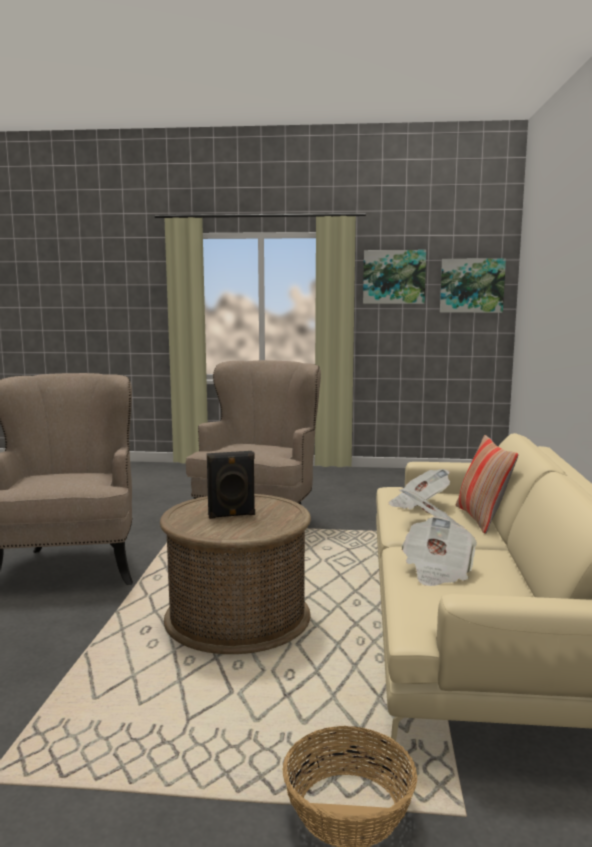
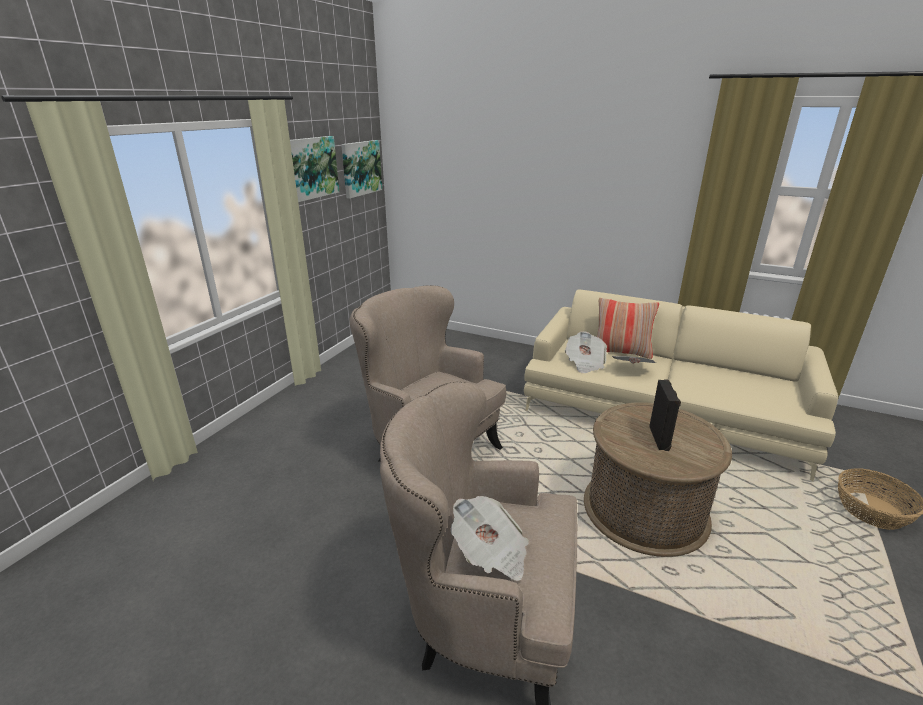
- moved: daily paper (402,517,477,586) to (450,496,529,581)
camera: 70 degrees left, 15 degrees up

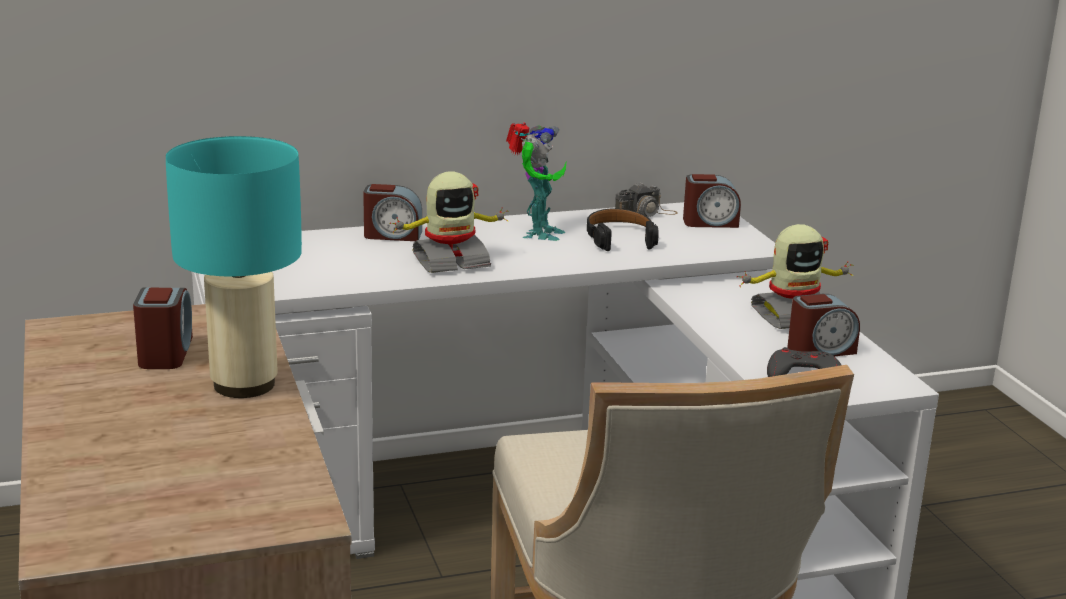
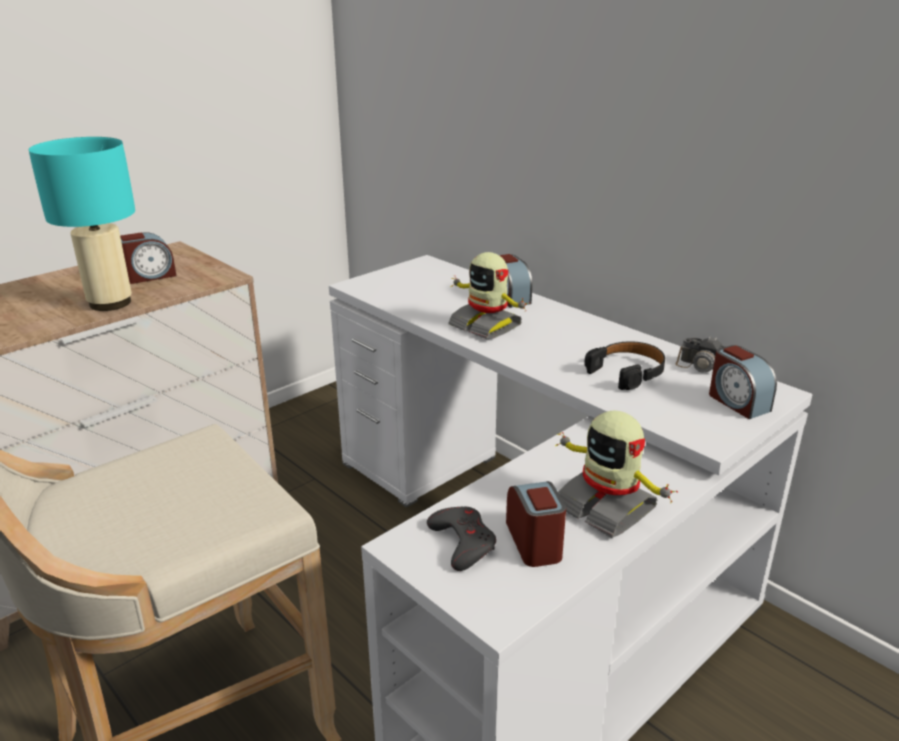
- removed: toy robot (506,122,566,241)
- turned: table clock (787,294,860,356) = (506,481,566,567) 150 degrees counterclockwise
camera: 65 degrees right, 5 degrees up

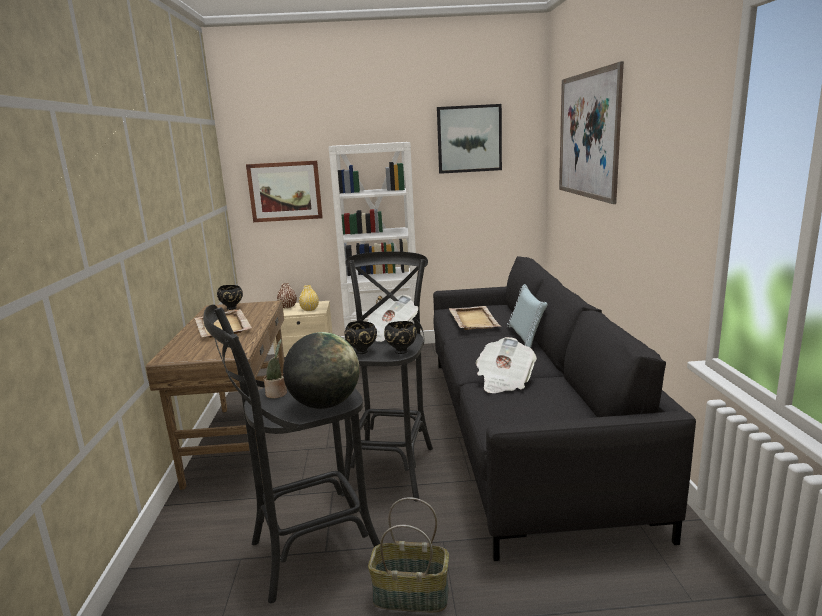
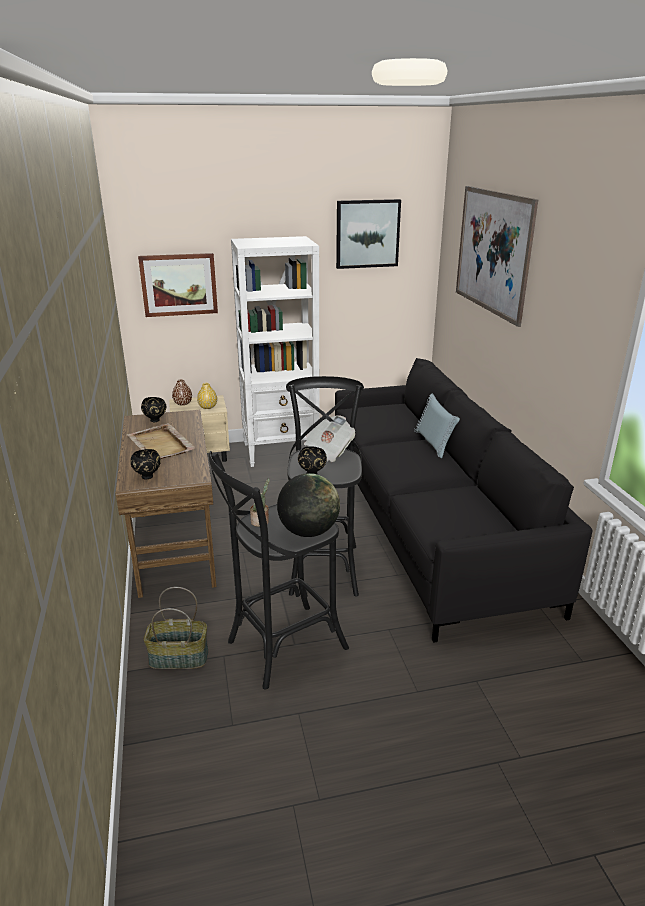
- removed: serving tray in beige (449,306,501,330)
- removed: daily paper (476,337,537,393)
- moved: basket (368,497,449,612) to (143,587,208,669)
- moved: serving bowl in black-coloured (384,321,417,354) to (130,449,161,479)
camera: 10 degrees left, 10 degrees up

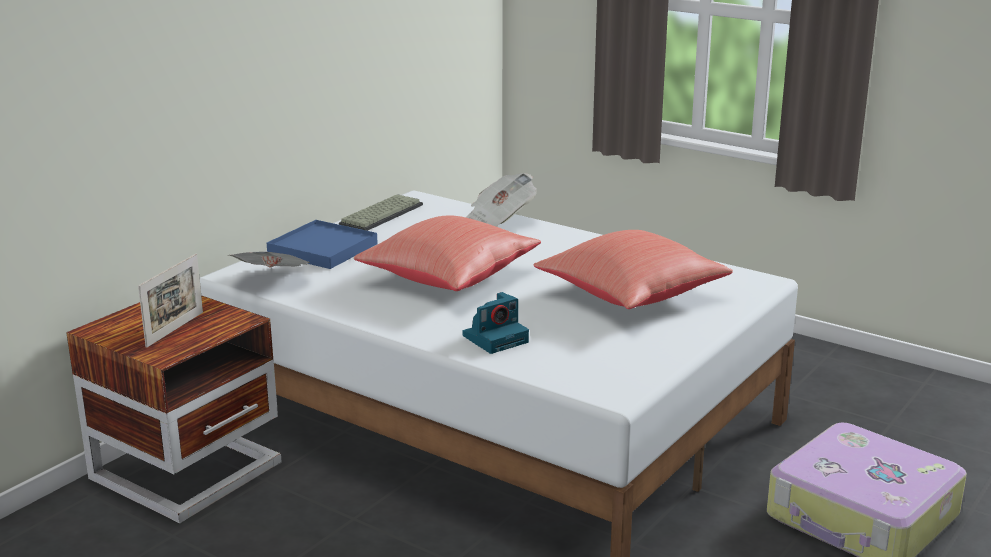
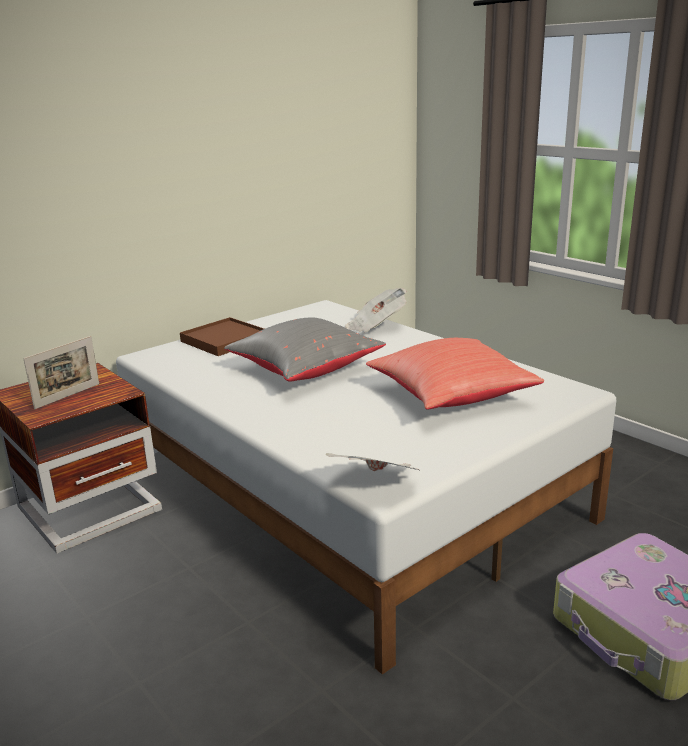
- removed: PC keyboard (339,194,423,231)
- removed: still camera (463,292,529,354)
- moved: daily paper (229,252,310,268) to (326,453,421,471)
- recoloured: serving tray in bluish (267,220,378,269) to serving tray in brown-coloured (180,317,264,356)
- recoloured: throw pillow in red-coloured (354,215,541,291) to throw pillow in gray (224,317,386,381)
camera: 15 degrees right, 0 degrees up

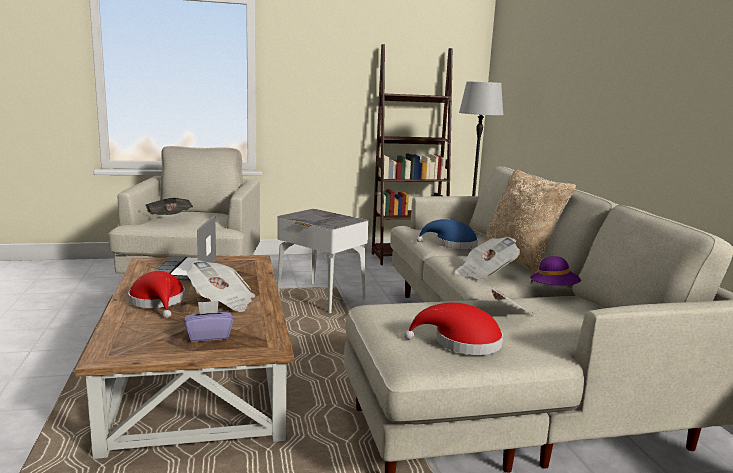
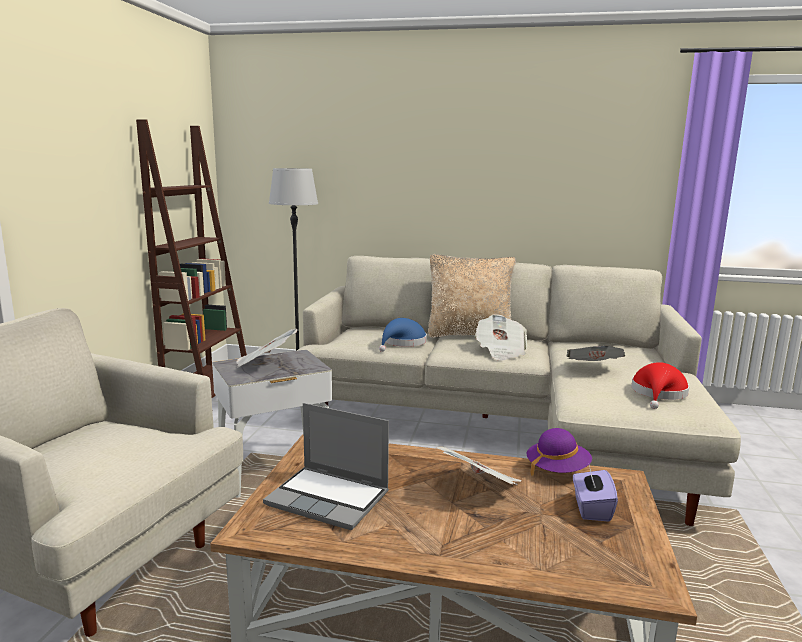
- removed: wearable hat in red-coloured (128,271,185,318)
- moved: daily paper (145,198,193,215) to (236,329,297,368)
- moved: wearable hat in purplish (530,256,581,286) to (526,428,592,477)
camera: 65 degrees left, 0 degrees up

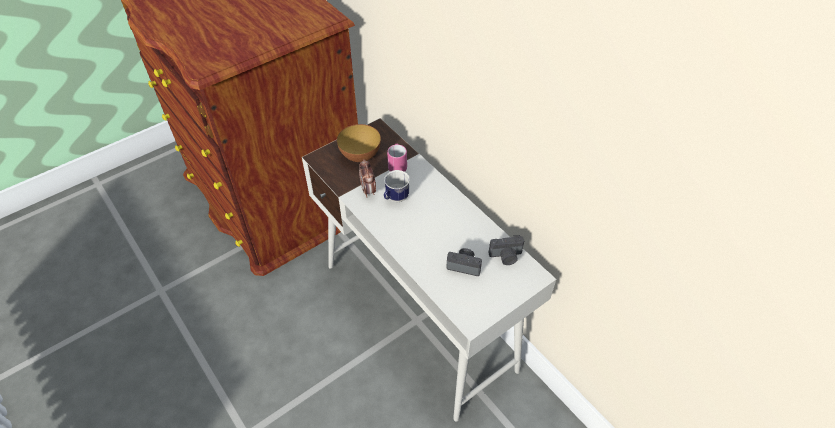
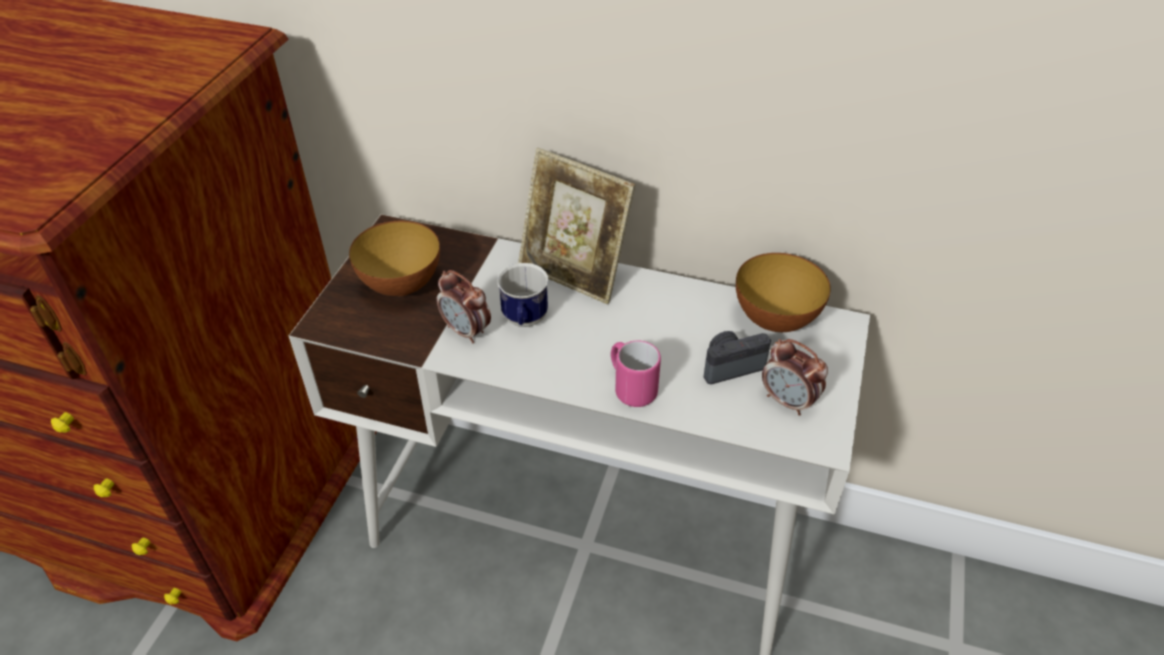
- added: photo frame (518,148,635,304)
- added: table clock (762,339,828,416)
- moved: mug in pinkish (387,144,407,172) to (611,341,661,407)
- replaced: still camera (489,235,524,265) to serving bowl (736,253,831,332)
camera: 35 degrees left, 5 degrees down

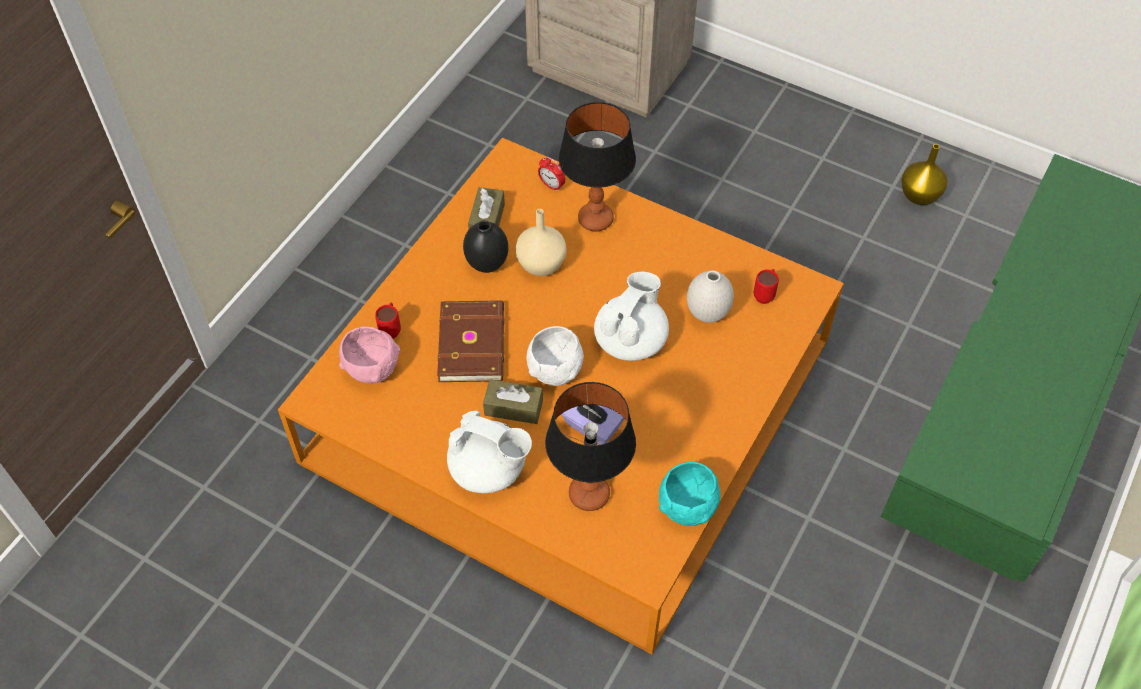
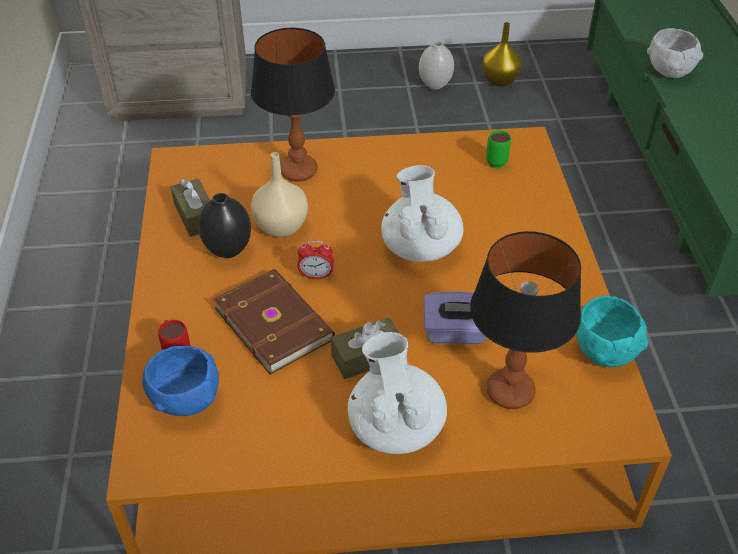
- moved: serving bowl in white (527,326,584,386) to (647,28,703,78)
- moved: table clock (538,157,565,192) to (297,241,334,279)
- moved: flower vase in white (687,270,734,323) to (419,41,454,90)
- recoloured: serving bowl in pinkish (339,326,400,384) to serving bowl in bluish (142,346,219,416)
- recoloured: mug in red-coloured (754,269,779,304) to mug in green-coloured (486,130,511,169)
- turned: tea pot in white (447,411,532,493) = (348,332,447,454) 90 degrees counterclockwise
camera: 35 degrees left, 10 degrees down

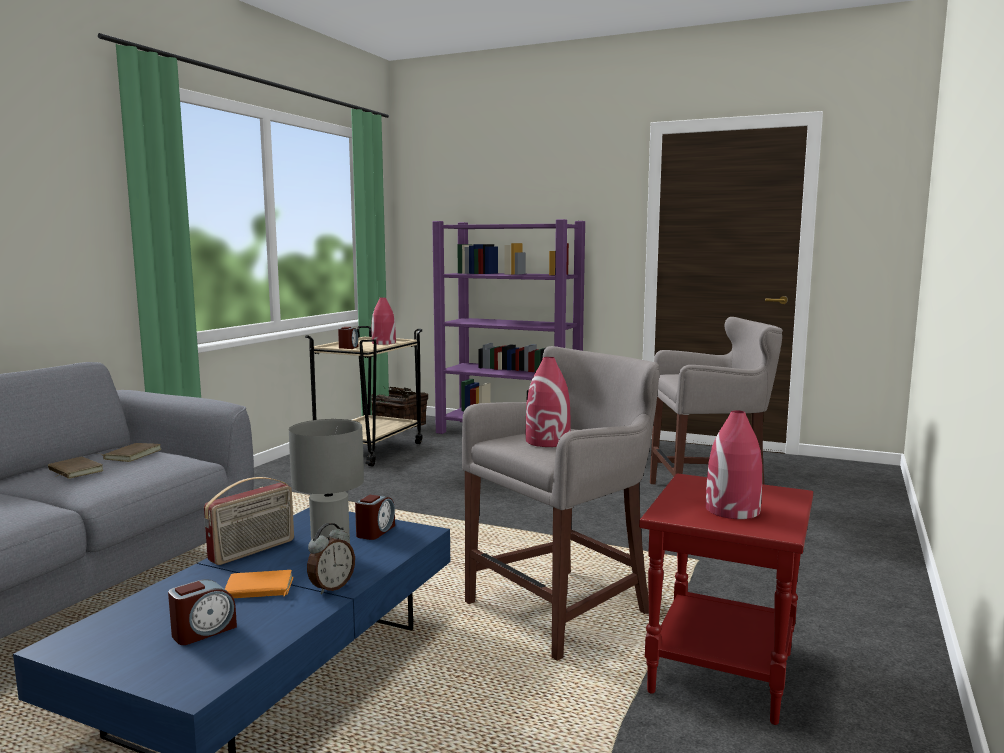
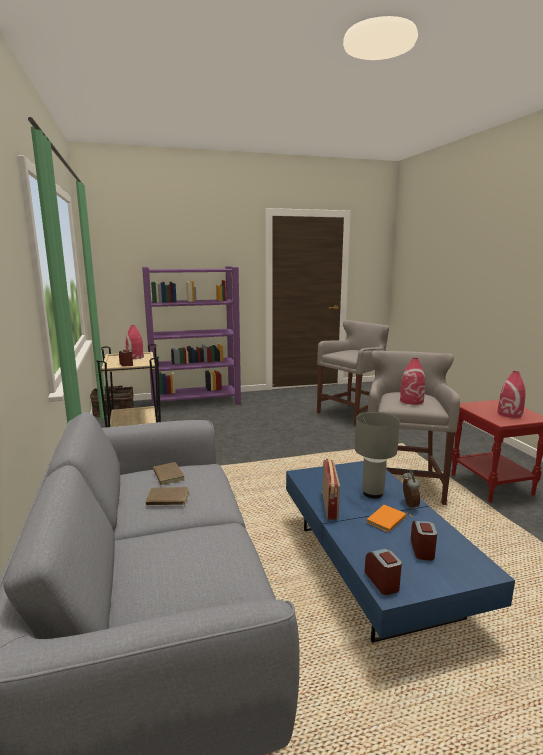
- moved: table clock (355,494,395,540) to (365,548,402,595)
camera: 40 degrees left, 5 degrees up

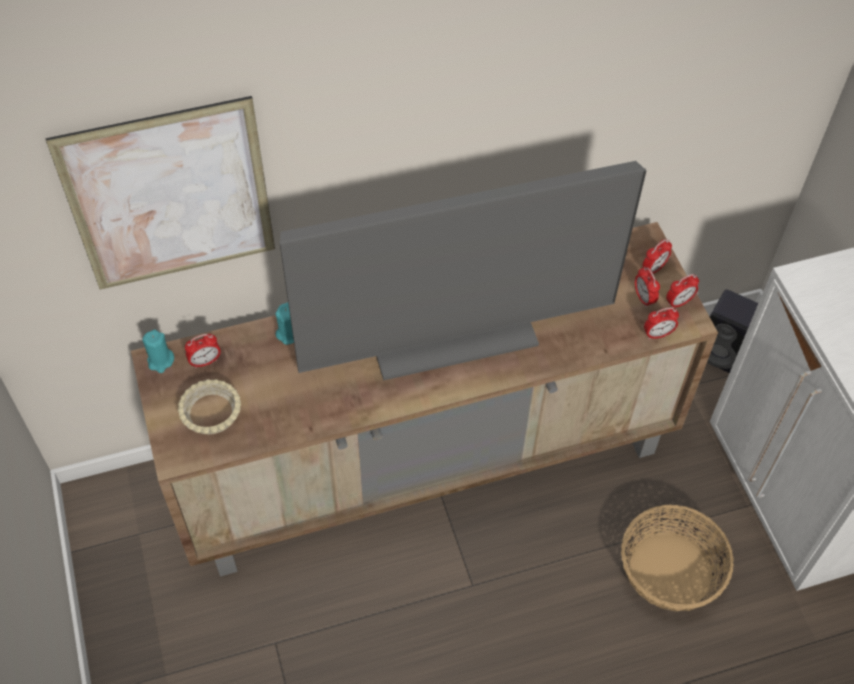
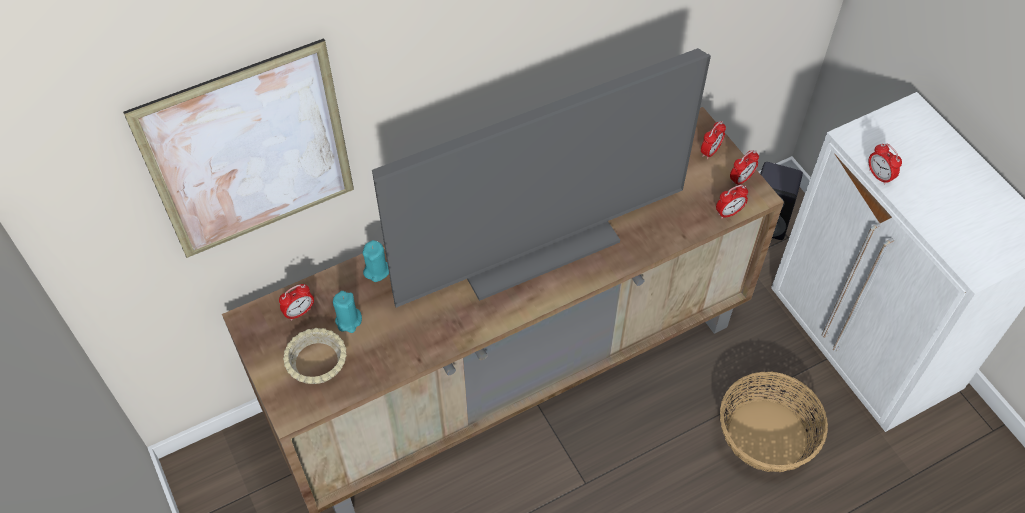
- moved: wax candle in turquoise (142,330,174,373) to (333,291,362,333)
- moved: table clock (635,266,660,307) to (868,143,902,185)
camera: 10 degrees left, 0 degrees up

